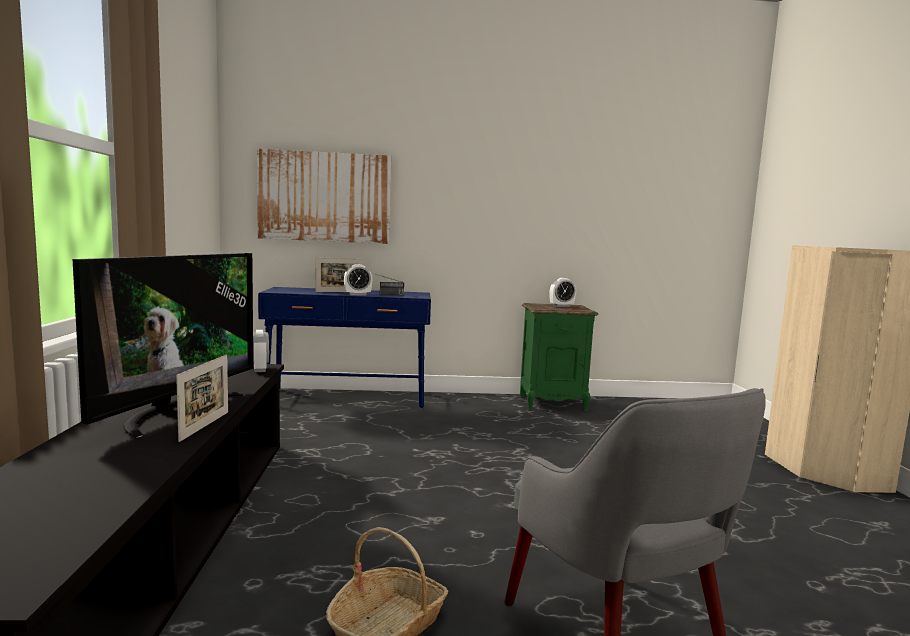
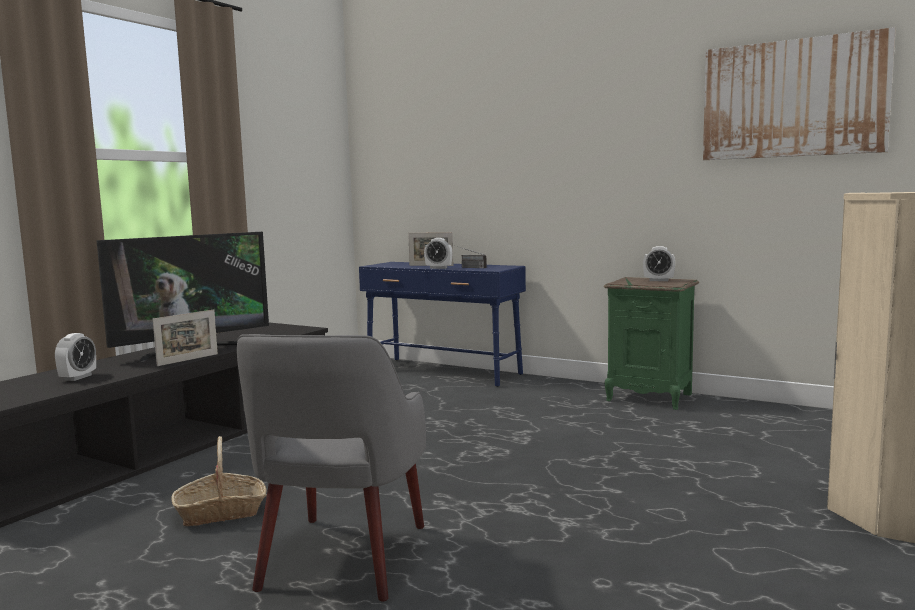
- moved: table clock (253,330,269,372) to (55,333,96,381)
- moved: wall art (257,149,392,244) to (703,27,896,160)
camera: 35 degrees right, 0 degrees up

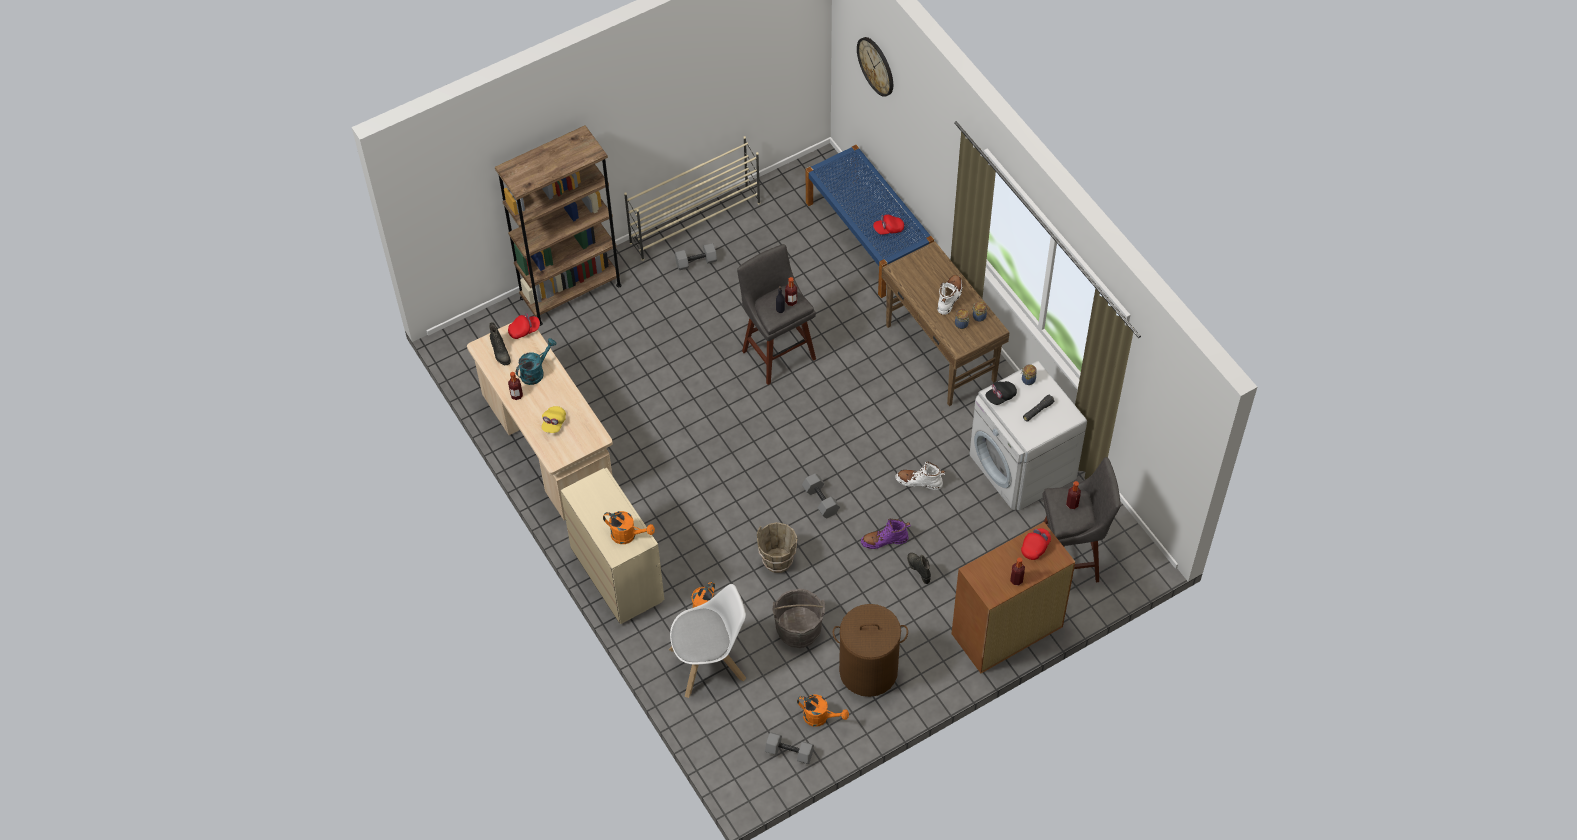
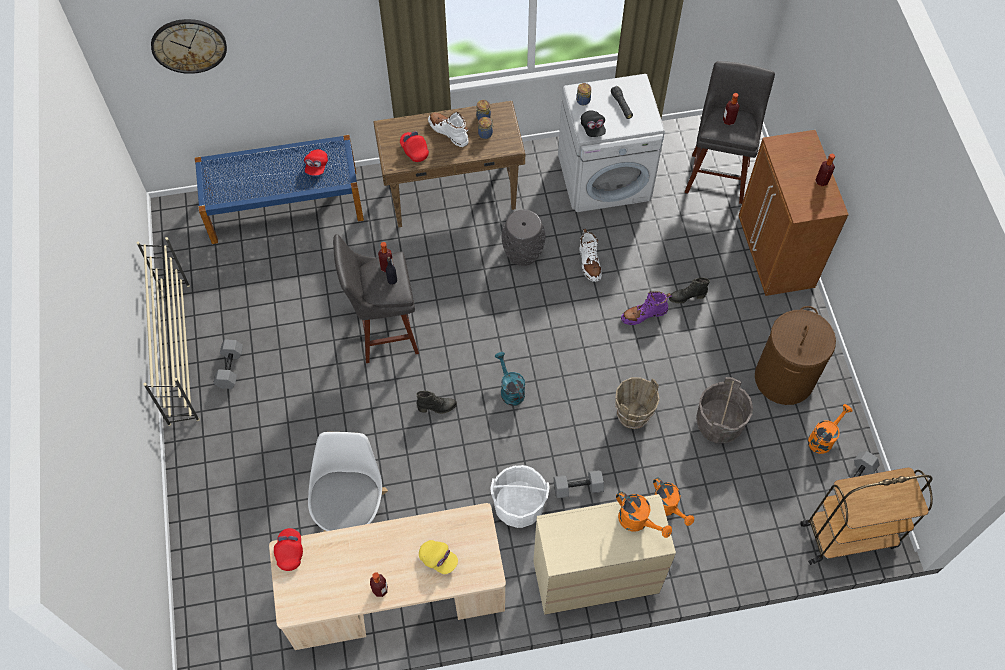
- removed: shelving unit in brown-coloured (495,125,622,326)
- added: pail in white (490,465,550,528)
- added: sitting stool in gray (502,210,545,266)
- added: trolley in brown-coloured (800,468,933,565)
- moved: high-top boot in black-coloured (489,322,511,365) to (416,390,457,414)
- moved: watering pot in turquoise (516,338,557,385) to (495,352,525,406)
- moved: plain chair (669,584,746,698) to (308,432,388,532)
- moved: free weight in gray (802,473,840,518) to (554,470,604,498)
- moved: cap in red-coloured (1021,528,1051,560) to (400,131,429,162)
- turned: watering pot in orangey (603,511,655,544) = (616,491,672,538) 90 degrees clockwise
- turned: high-top boot in purplish (861,518,911,549) = (621,291,672,325) 60 degrees clockwise
- turned: high-top boot in white (895,462,945,490) = (579,229,602,282) 45 degrees counterclockwise
camera: 70 degrees left, 5 degrees up

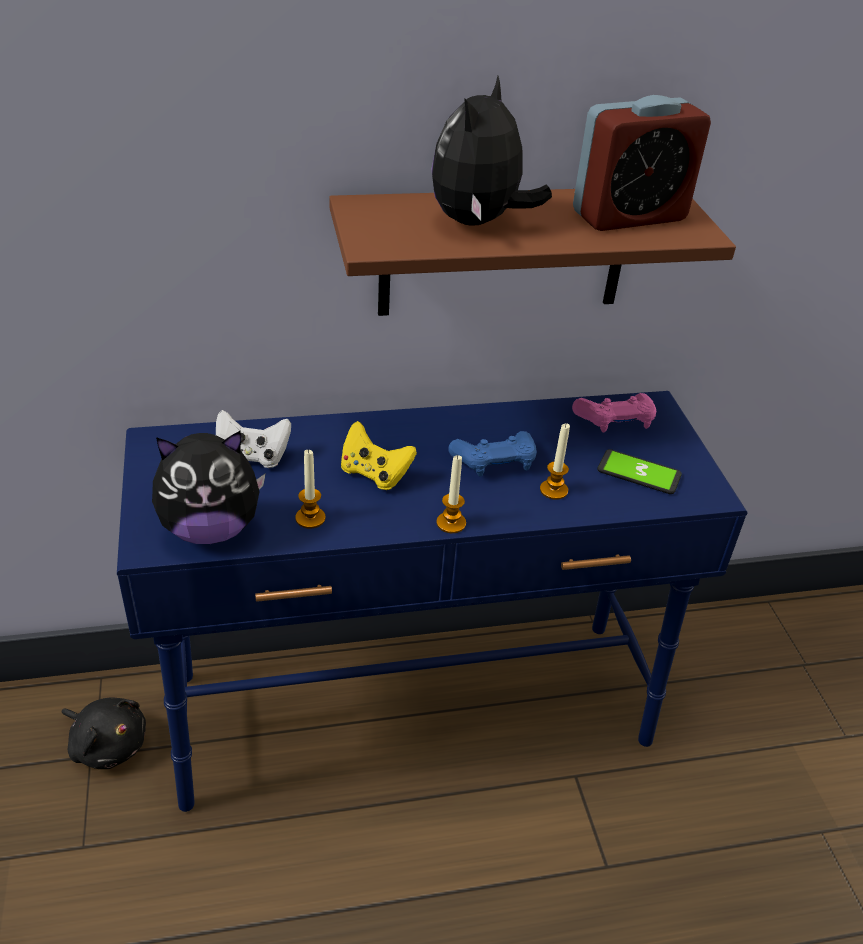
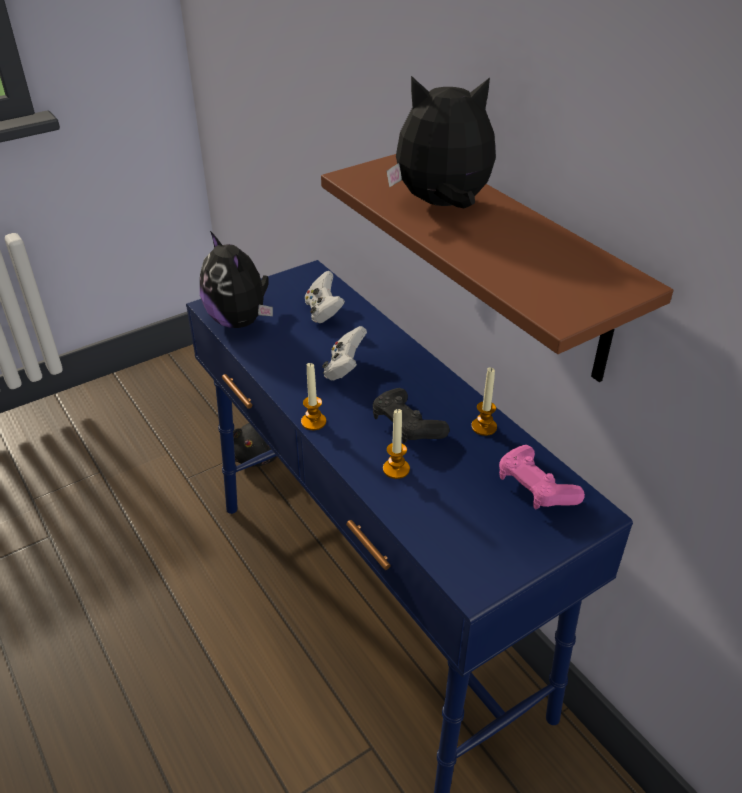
- removed: table clock (573,95,711,231)
- removed: handset (597,449,682,494)
- moved: wax candle (295,449,325,528) to (471,367,497,436)
- recoloured: gamepad in yellow (341,421,417,490) to gamepad in white (322,326,367,381)
- recoloured: gamepad in bluish (448,431,537,477) to gamepad in black-coloured (373,388,450,443)
camera: 70 degrees right, 0 degrees up

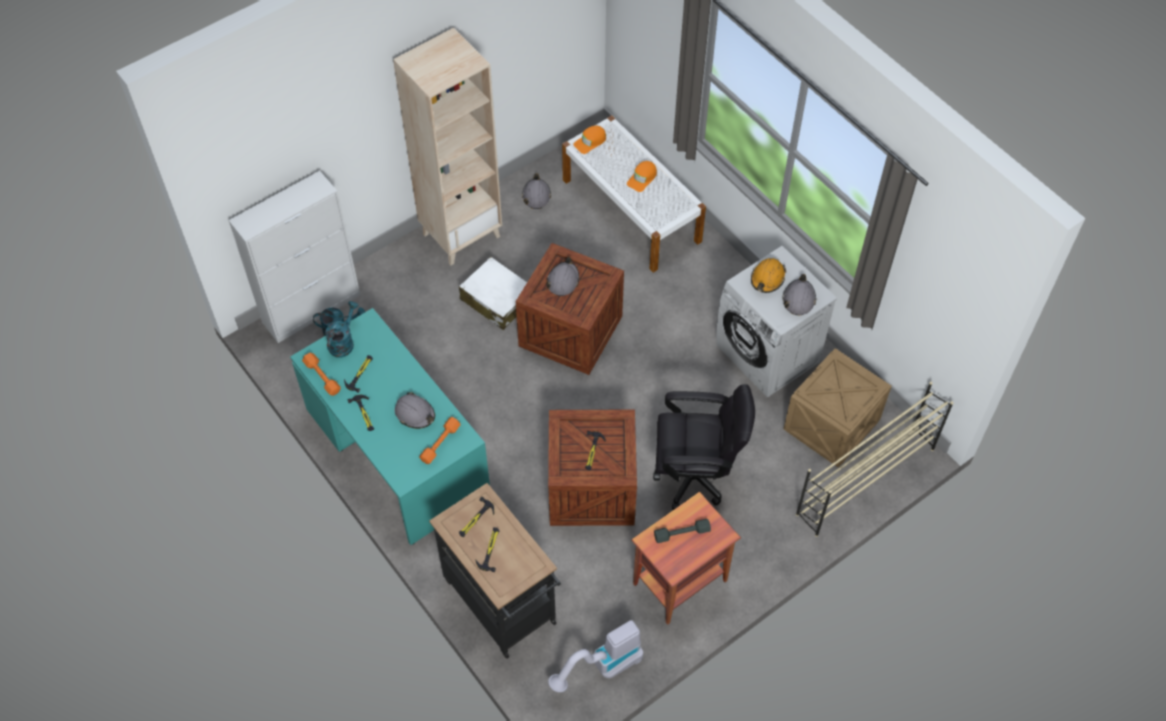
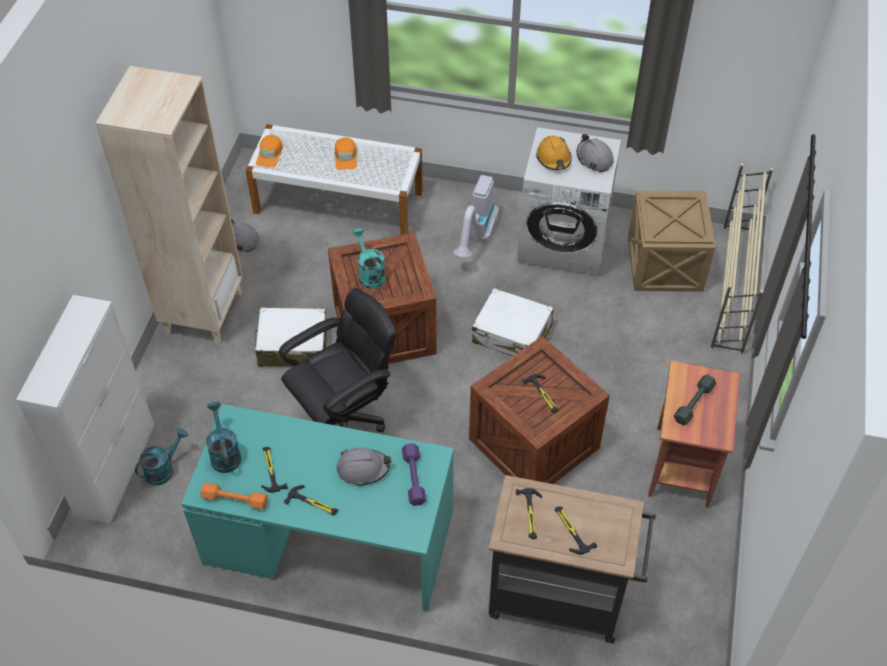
- added: piece of luggage in white (472,288,554,356)
- moved: vacuum (548,620,643,692) to (453,175,499,258)
- moved: computer chair in black-coloured (653,384,755,510) to (278,288,397,432)
- replaced: safety helmet in gray (546,257,579,296) to watering pot in turquoise (353,228,386,289)
- recoloured: free weight in orangey (419,417,461,464) to free weight in purplish (402,443,426,506)
camera: 40 degrees left, 5 degrees down

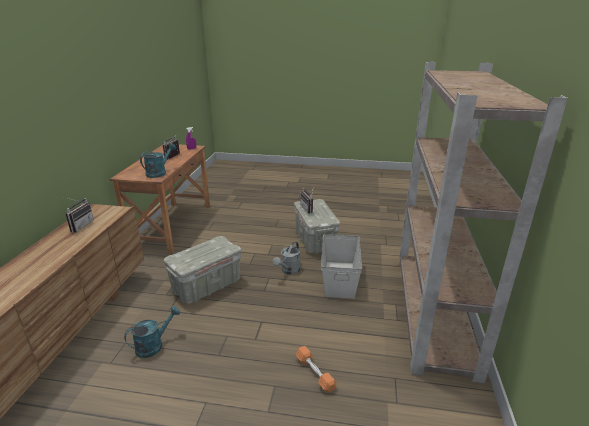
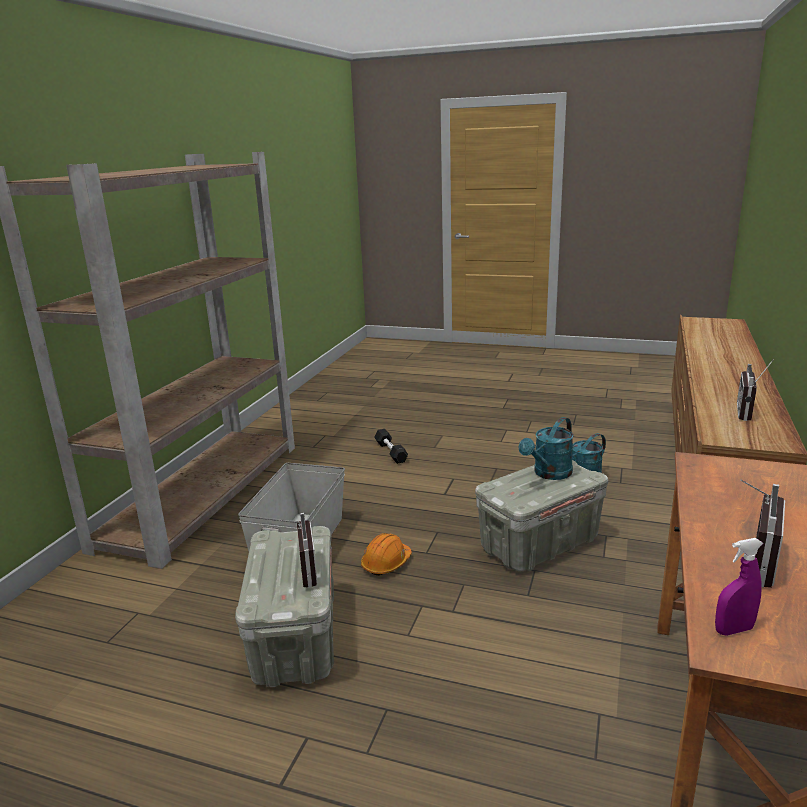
- moved: watering pot in turquoise (140,143,176,178) to (519,417,574,480)
- replaced: watering pot in gray (273,241,300,275) to safety helmet in orangey (361,533,412,576)
- recoloured: free weight in orangey (296,346,337,393) to free weight in black-coloured (374,429,408,464)
camera: 170 degrees left, 5 degrees down

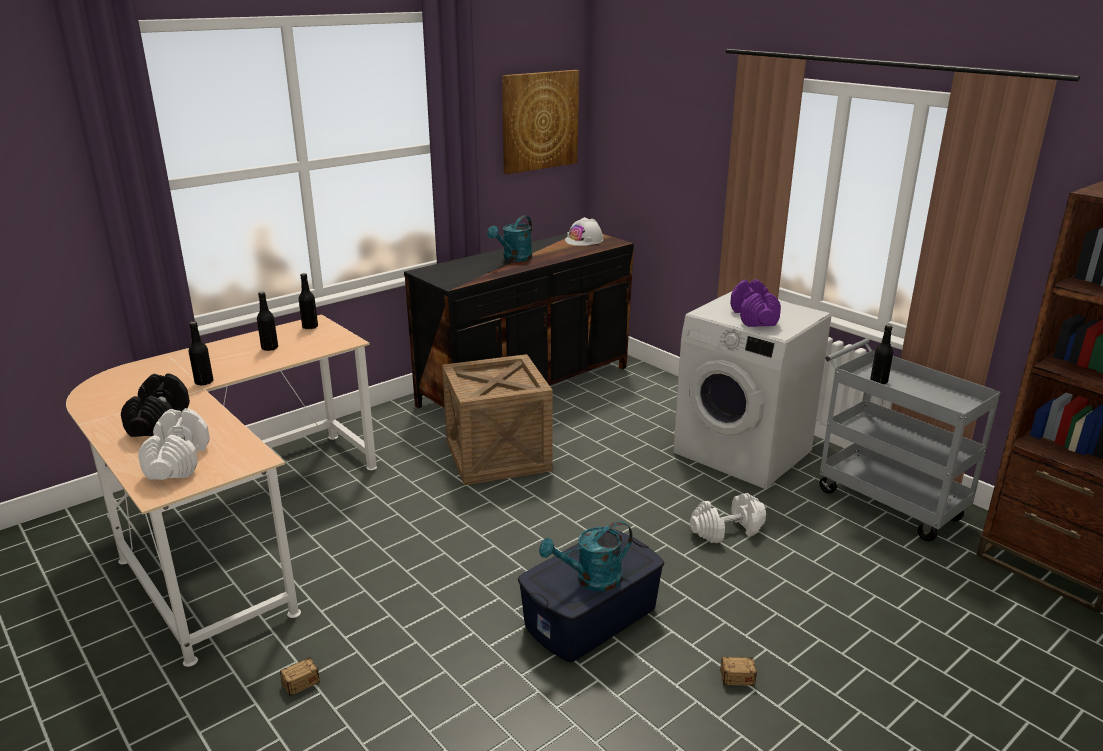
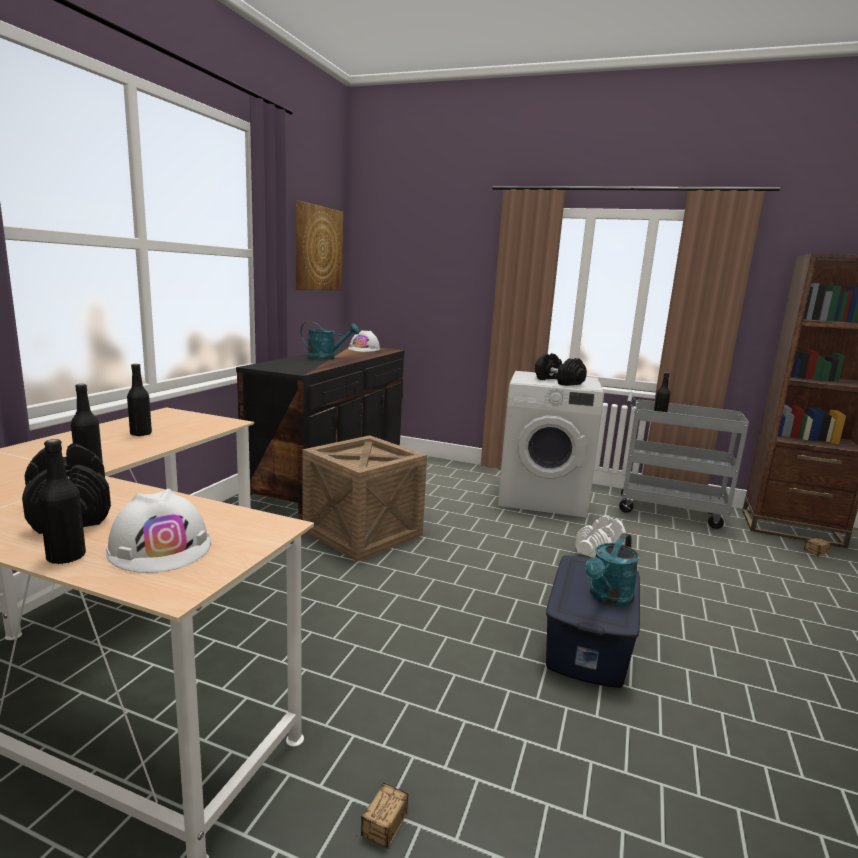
- moved: bottle in black-coloured (299,273,318,329) to (38,439,86,564)
- moved: storage container (684,639,757,686) to (804,526,831,556)
- replaced: free weight in white (138,408,210,480) to safety helmet in white (106,489,211,573)
- recoloured: free weight in purplish (730,279,781,327) to free weight in black-coloured (535,353,587,386)
- turned: watering pot in turquoise (487,216,532,262) = (300,321,359,360) 90 degrees counterclockwise
camera: 30 degrees left, 10 degrees down

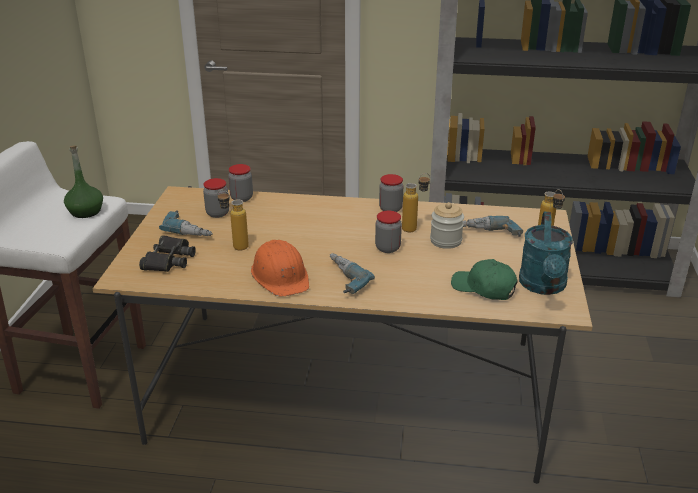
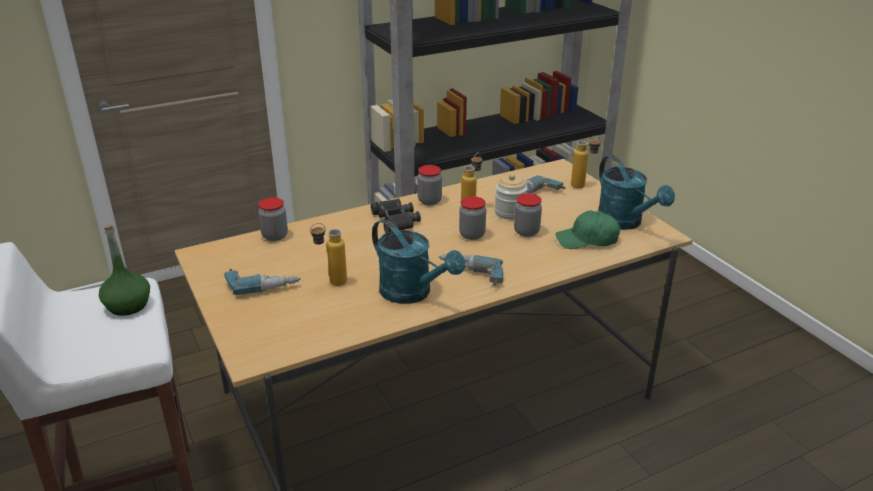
- moved: field glasses in black-coloured (139,235,196,272) to (371,198,421,233)
- moved: jar (203,178,229,218) to (514,193,542,237)
- replaced: safety helmet in orangey (251,240,309,297) to watering pot in turquoise (372,219,465,304)
camera: 35 degrees left, 0 degrees up

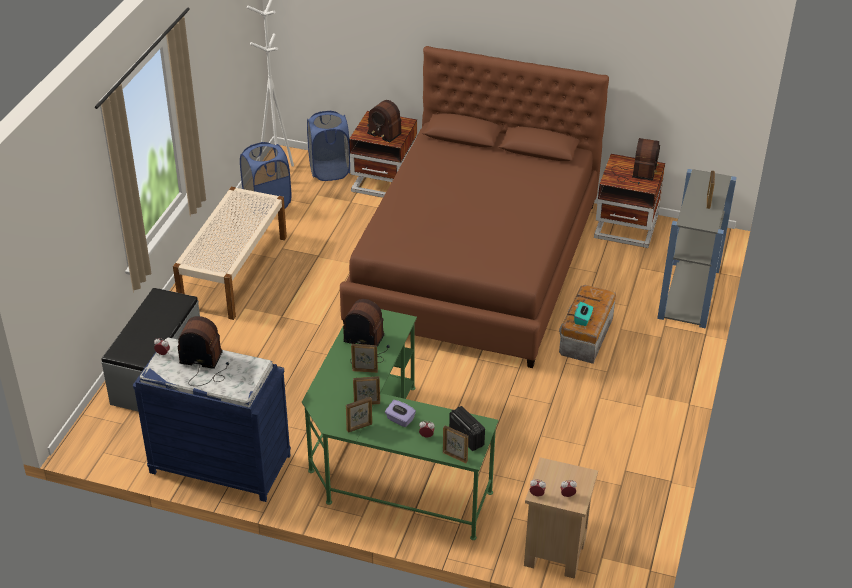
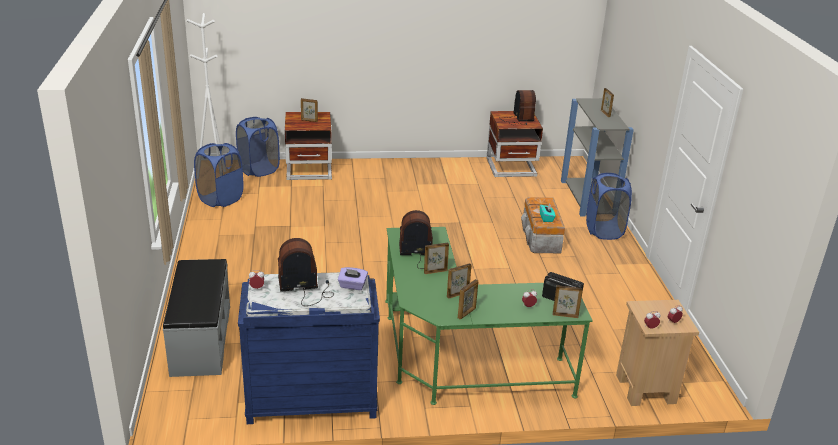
- removed: indoor bench in beige (173,187,287,320)
- removed: bedroom bed in brown-coloured (340,46,609,368)
- added: laundry basket in bluish (586,173,632,240)
- moved: tissue holder in purplish (385,400,416,427) to (338,267,368,290)
- replaced: radio (367,100,402,142) to photo frame (301,98,318,122)
camera: 25 degrees left, 10 degrees down

